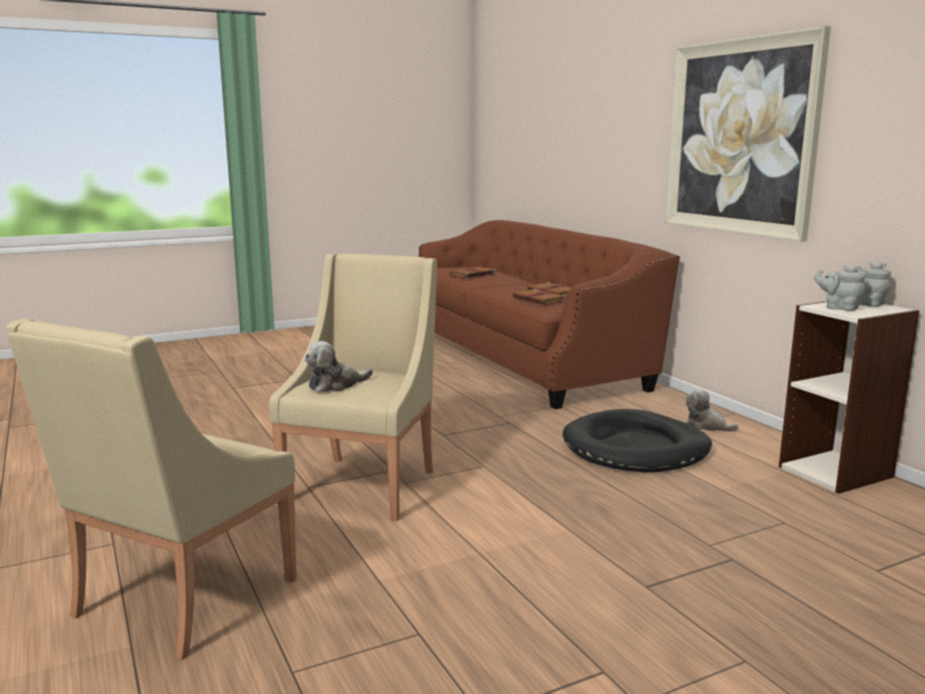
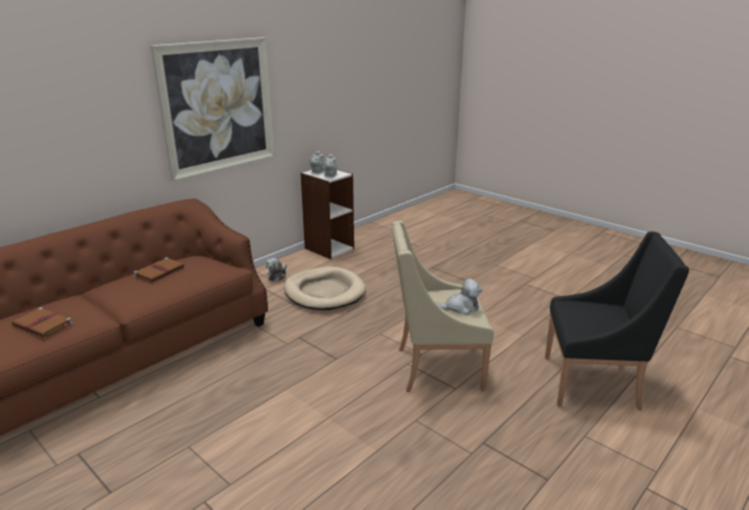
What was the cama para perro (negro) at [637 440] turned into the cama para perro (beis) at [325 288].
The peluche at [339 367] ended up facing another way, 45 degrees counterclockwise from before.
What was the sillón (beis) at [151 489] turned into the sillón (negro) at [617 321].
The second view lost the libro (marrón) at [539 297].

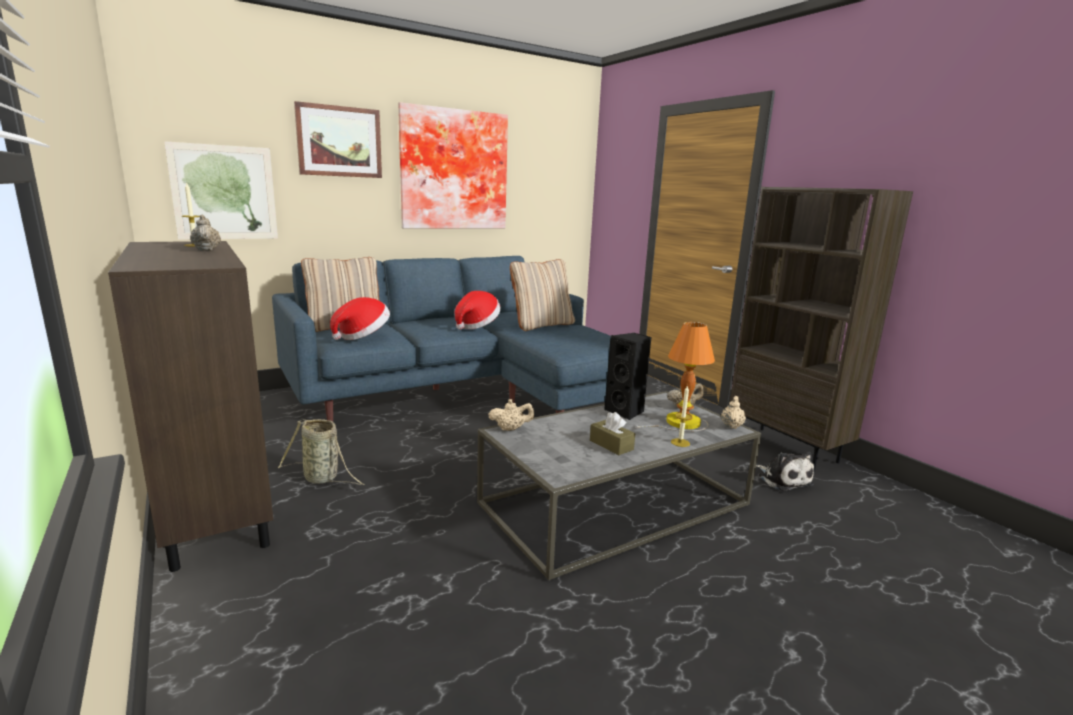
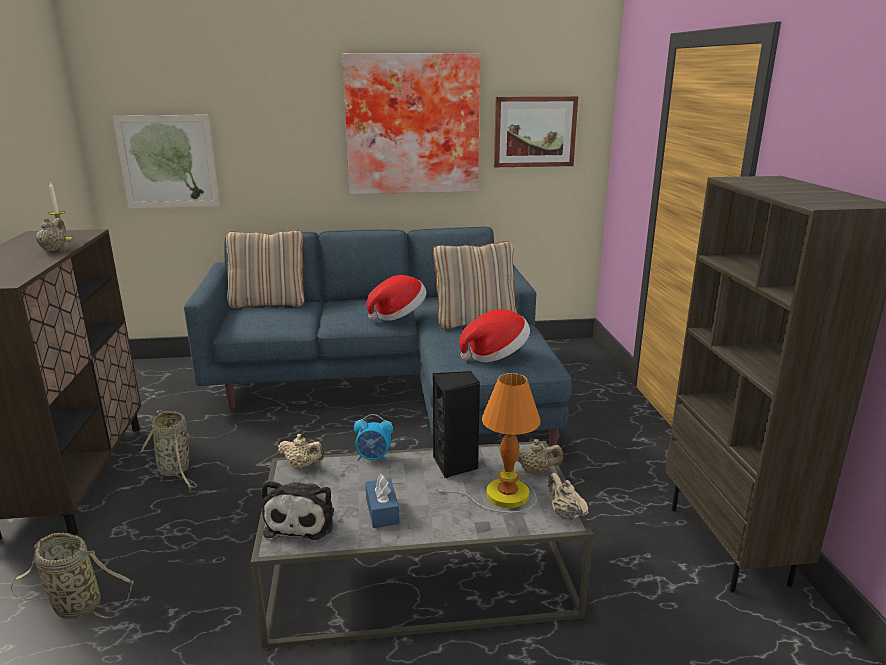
The second view gained the cesta at [72 576].
The peluche ended up elsewhere, having gone from [785 471] to [298 510].
The second view gained the despertador at [373 438].
What was the caja de pañuelos (marrón) at [612 433] turned into the caja de pañuelos (azul) at [382 501].
The sombrero ended up elsewhere, having gone from [360 318] to [494 335].
The cuadro ended up elsewhere, having gone from [338 139] to [536 131].
The tetera (beis) at [733 412] ended up facing another way, 75 degrees counterclockwise from before.
The second view lost the vela at [681 416].

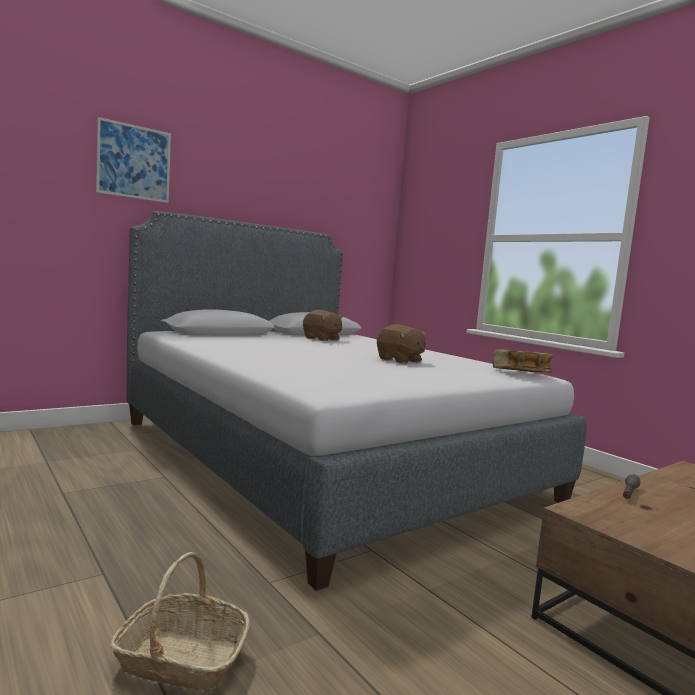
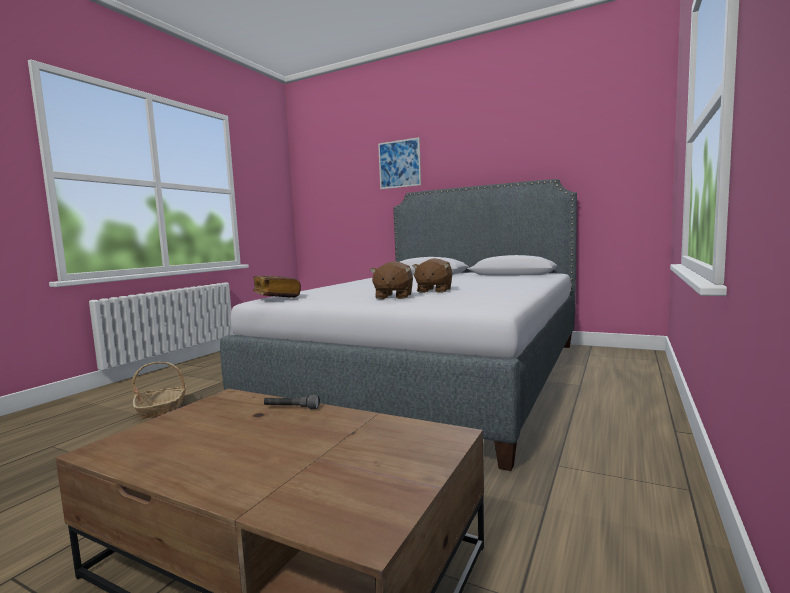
The libro ended up elsewhere, having gone from [523 360] to [277 287].
The peluche (marrón) ended up elsewhere, having gone from [323 325] to [391 280].

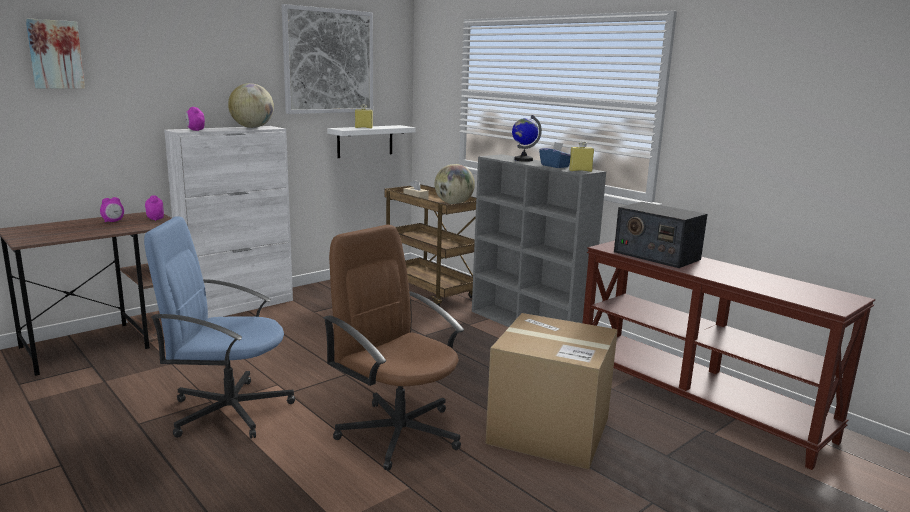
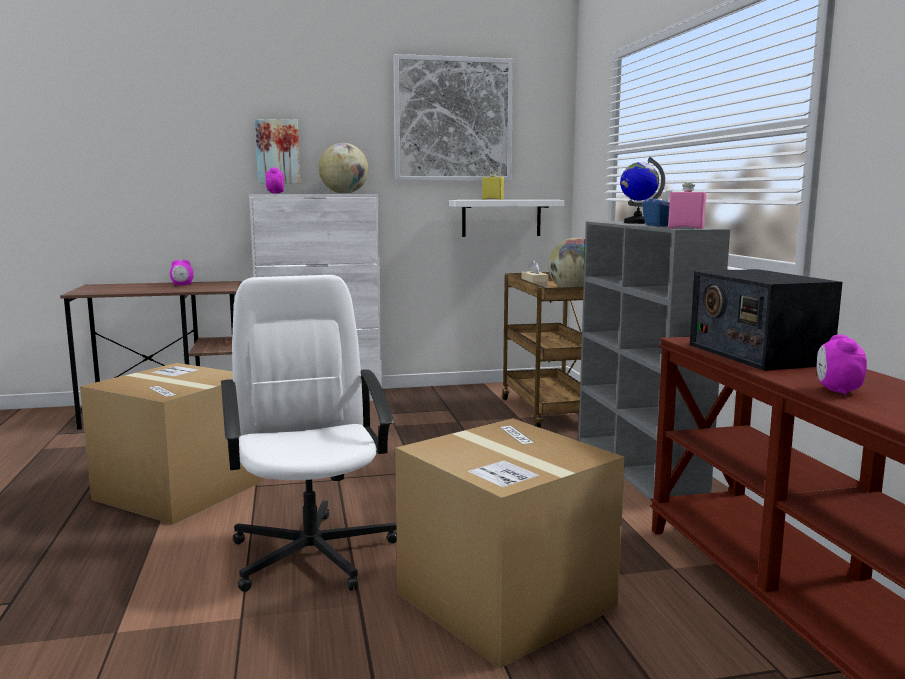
Where the silla de oficina (azul) stood at [219 327], the caja de cartón came to stand at [171 443].
What was the silla de oficina (marrón) at [393 348] turned into the silla de oficina (blanco) at [309 433].
The cuadro ended up elsewhere, having gone from [55 53] to [277 151].
What was the botella (amarillo) at [581 156] turned into the botella (rosa) at [687 205].
The despertador ended up elsewhere, having gone from [154 208] to [842 365].

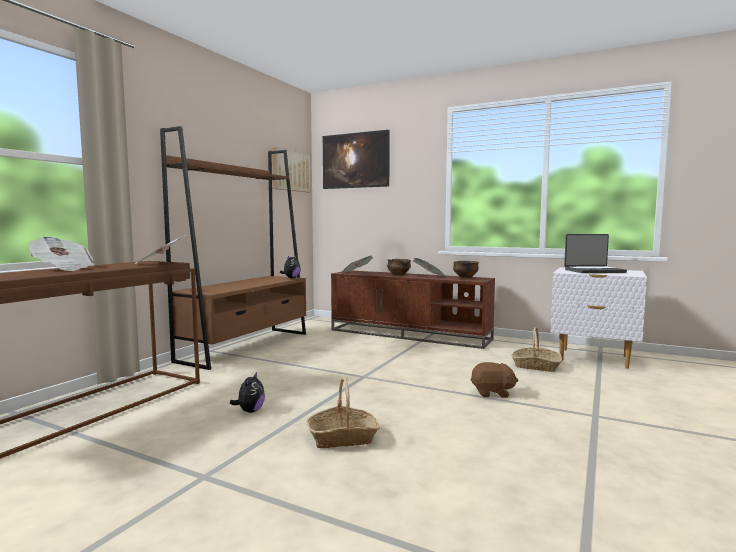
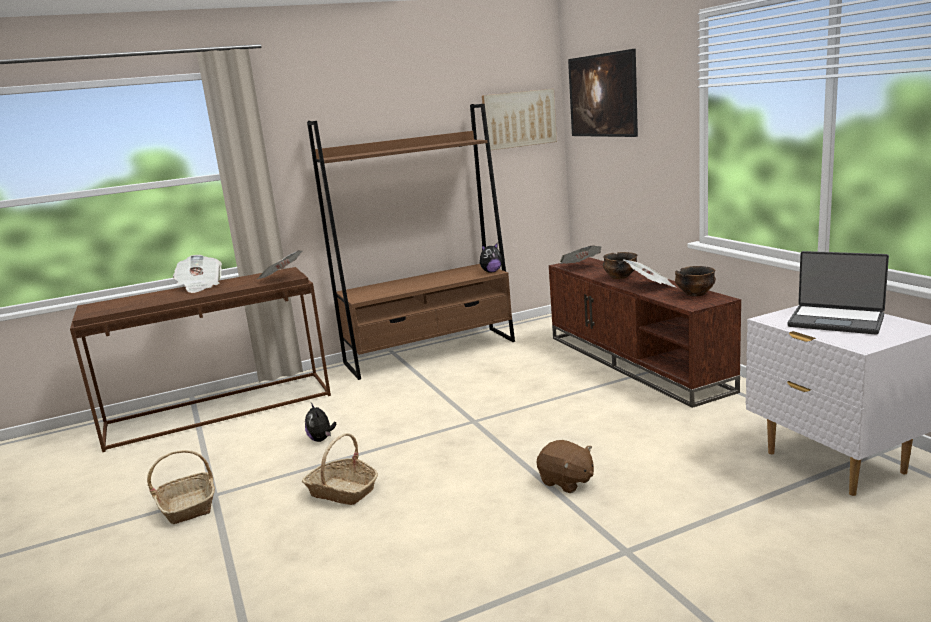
The cesta ended up elsewhere, having gone from [537 349] to [181 487].
The peluche at [247 392] ended up facing another way, 105 degrees clockwise from before.

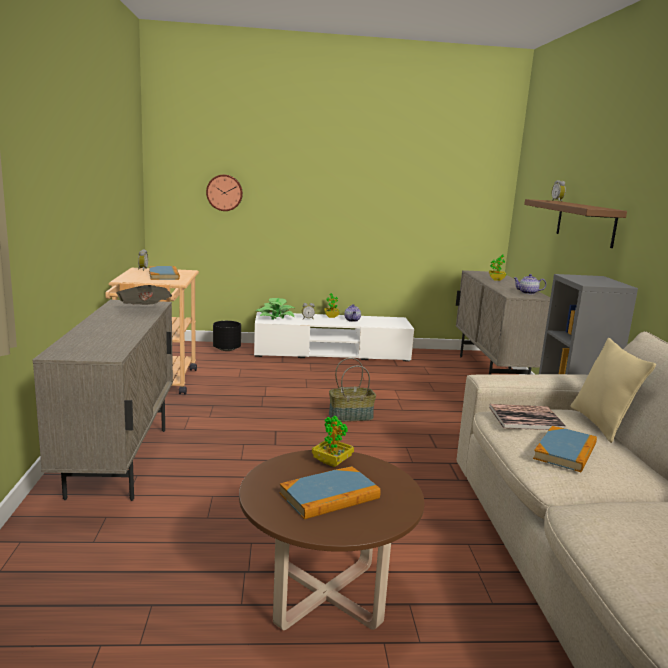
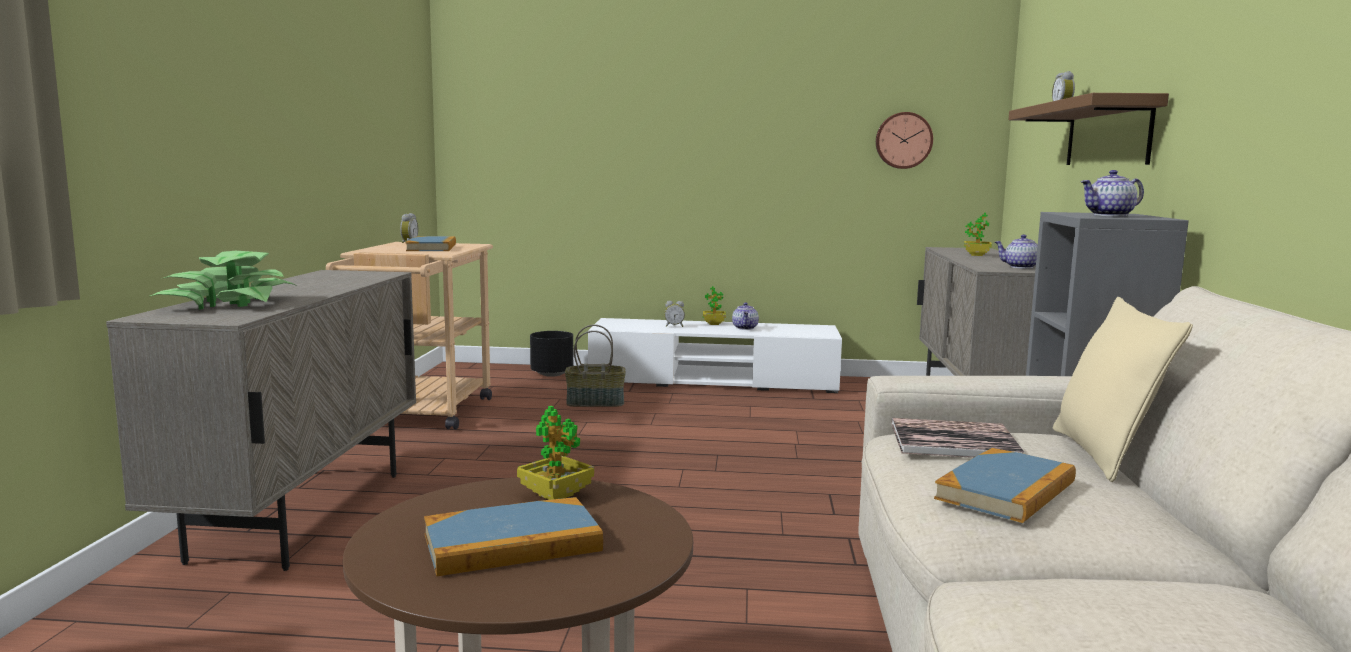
The planta en maceta ended up elsewhere, having gone from [275 309] to [224 280].
The cesta ended up elsewhere, having gone from [352 390] to [595 366].
The reloj de pared ended up elsewhere, having gone from [224 193] to [904 140].
The second view gained the tetera at [1112 193].
The second view lost the periódico at [144 295].

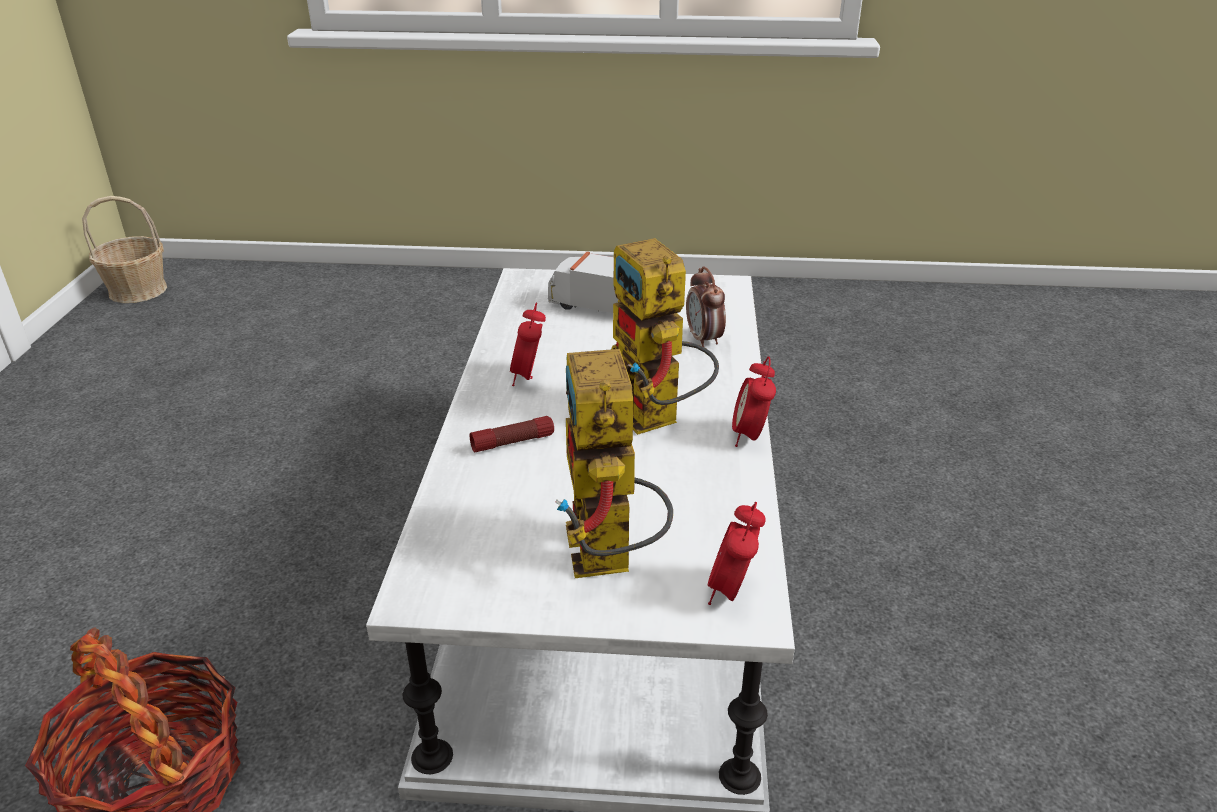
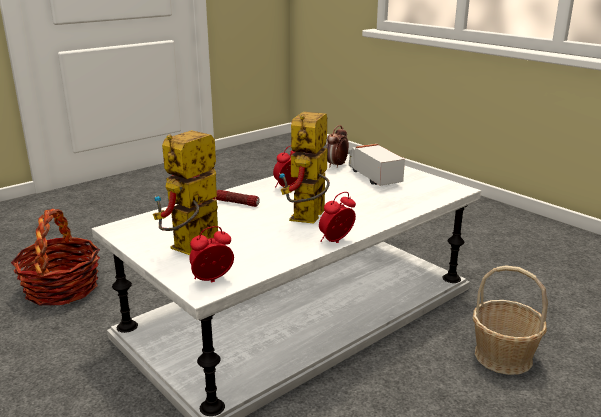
The despertador ended up elsewhere, having gone from [706 307] to [337 146].
The cesta ended up elsewhere, having gone from [124 249] to [510 320].

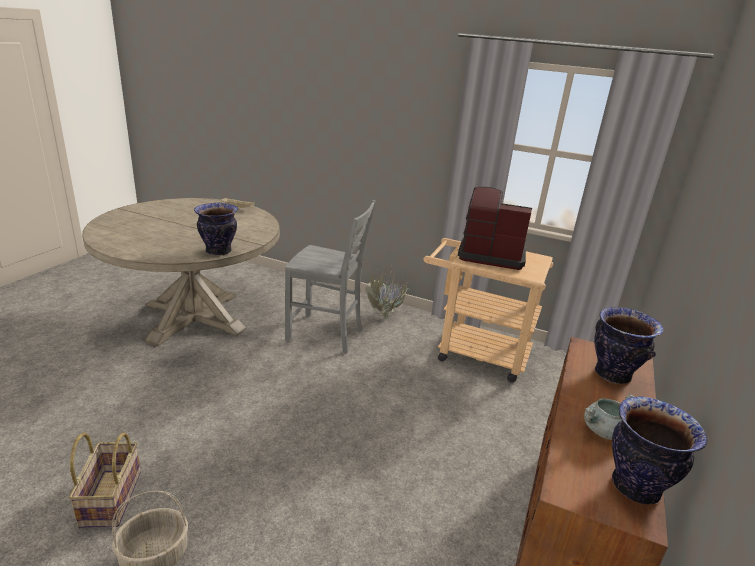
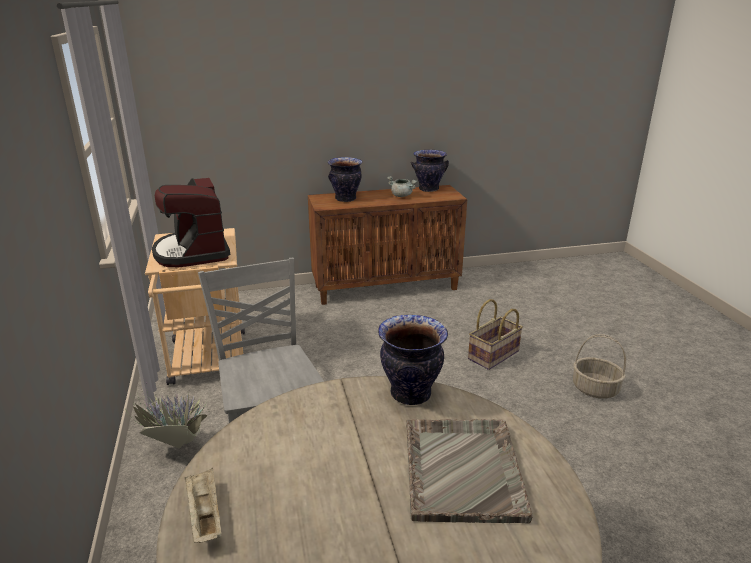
The second view gained the bandeja (gris) at [469 471].
The cesta ended up elsewhere, having gone from [105 480] to [495 334].

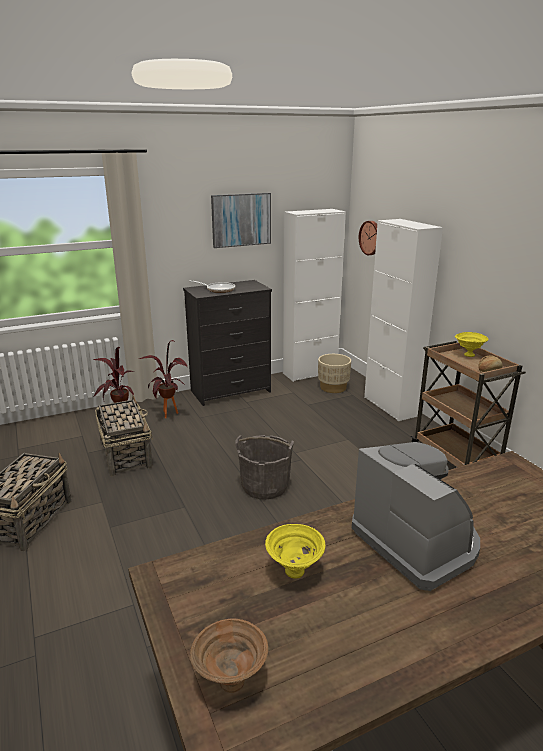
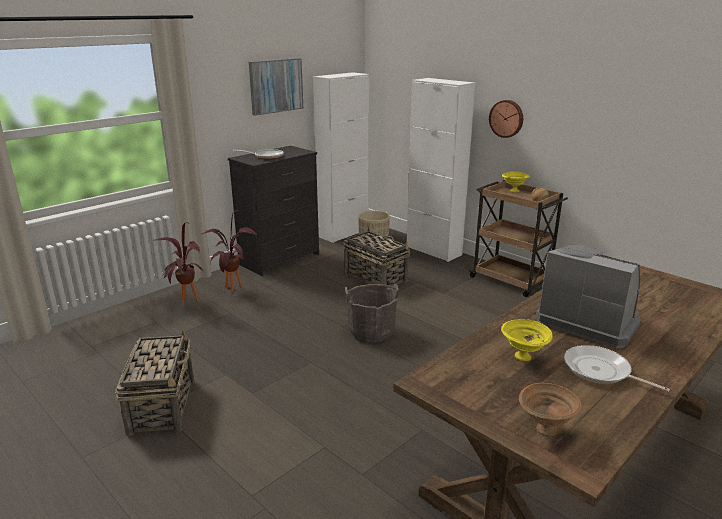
The cesta ended up elsewhere, having gone from [124 436] to [376 257].
The reloj de pared ended up elsewhere, having gone from [368 238] to [506 119].
The second view gained the sartén at [617 368].

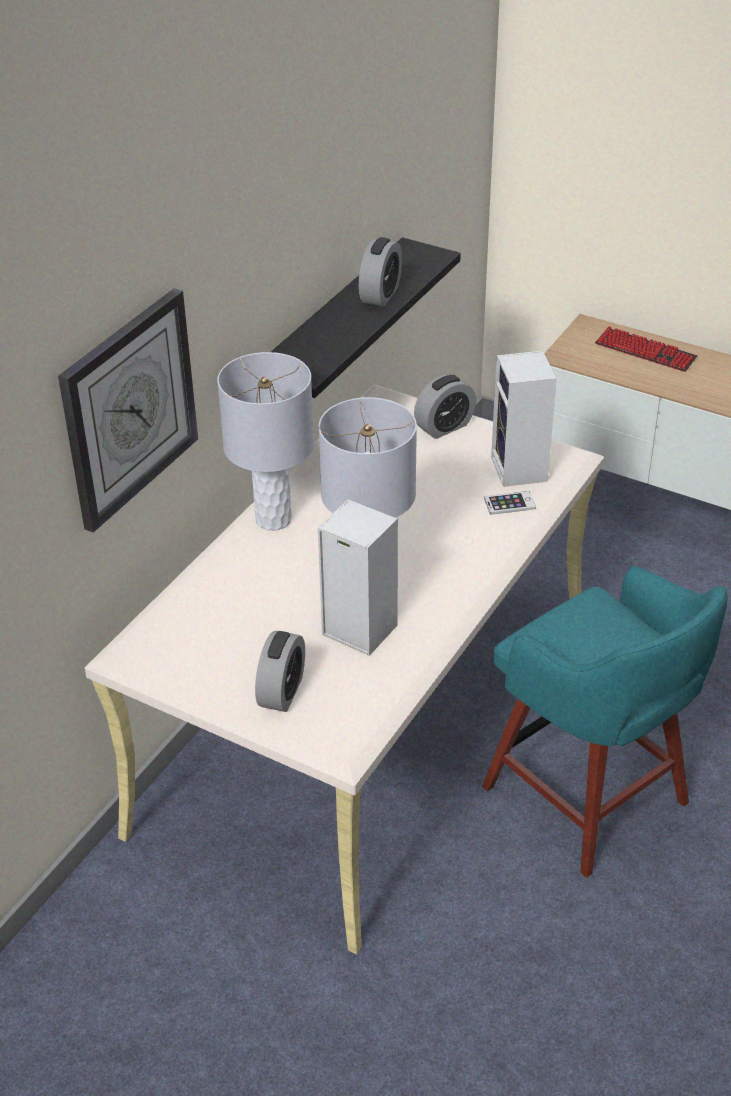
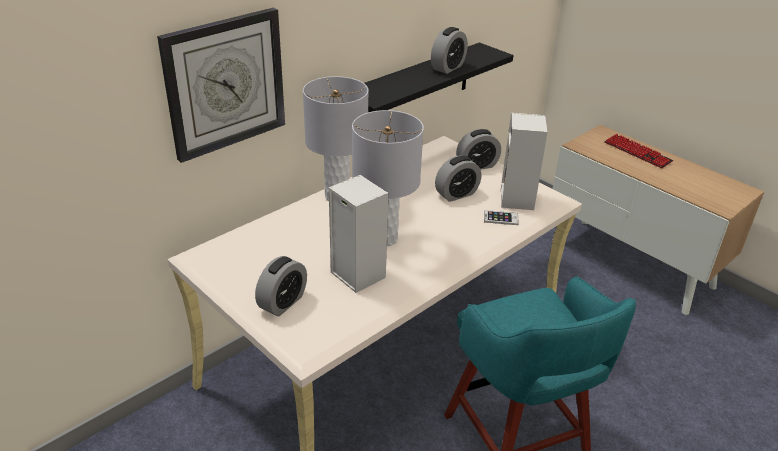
The second view gained the despertador at [458 178].

